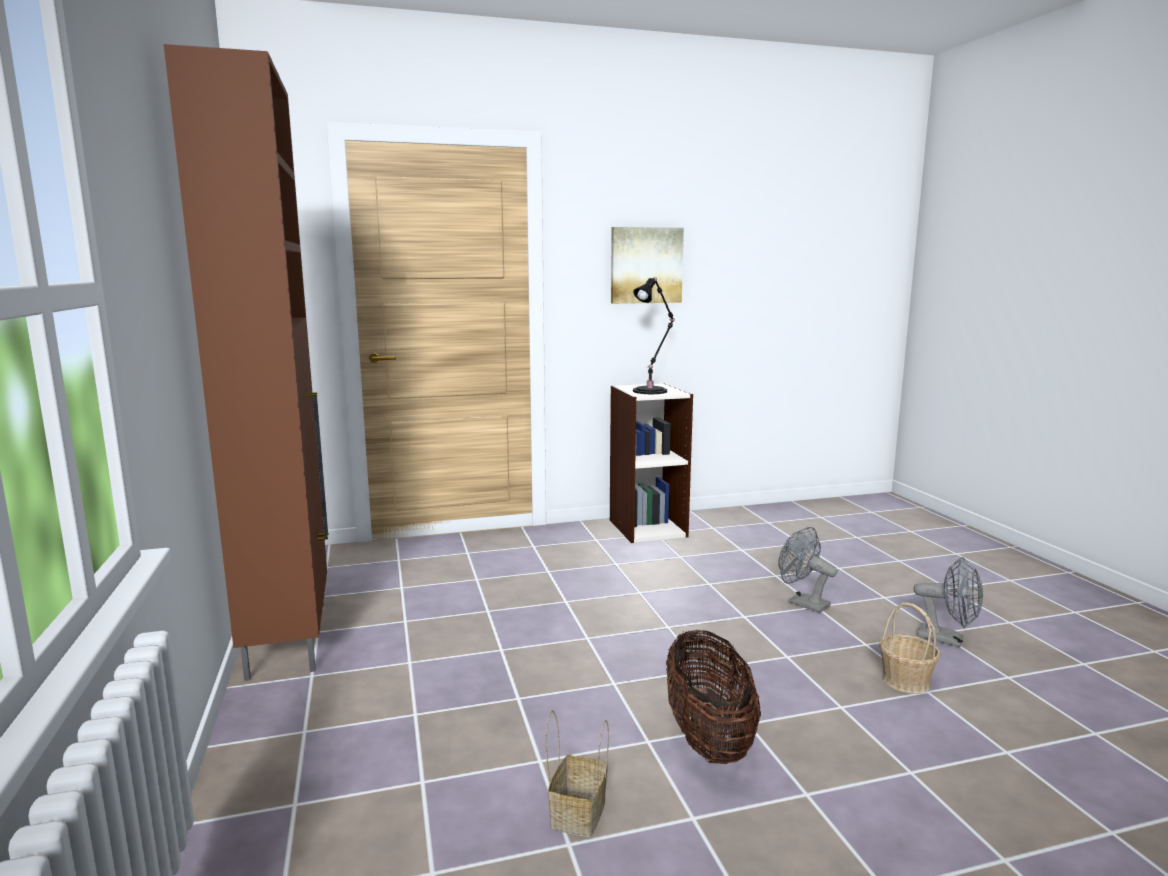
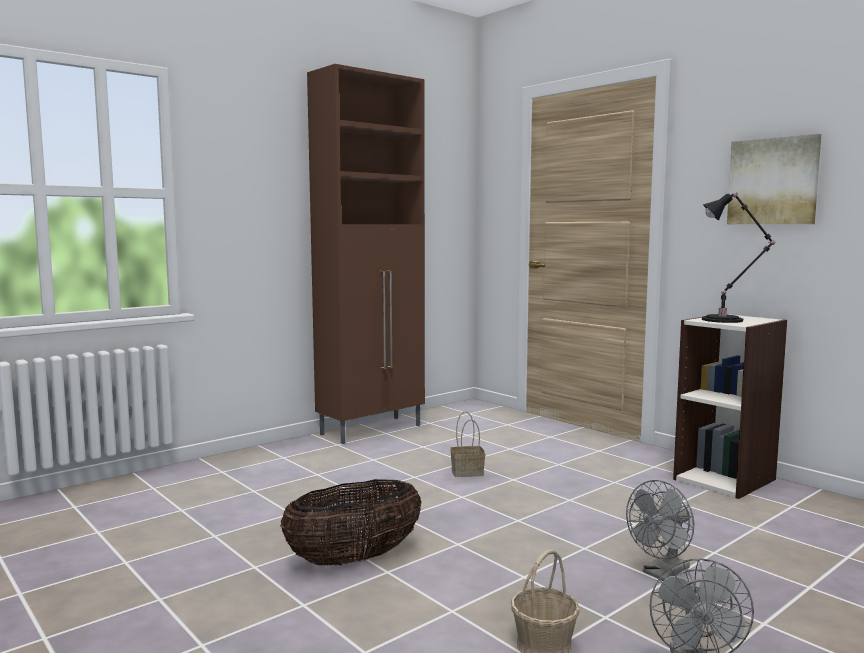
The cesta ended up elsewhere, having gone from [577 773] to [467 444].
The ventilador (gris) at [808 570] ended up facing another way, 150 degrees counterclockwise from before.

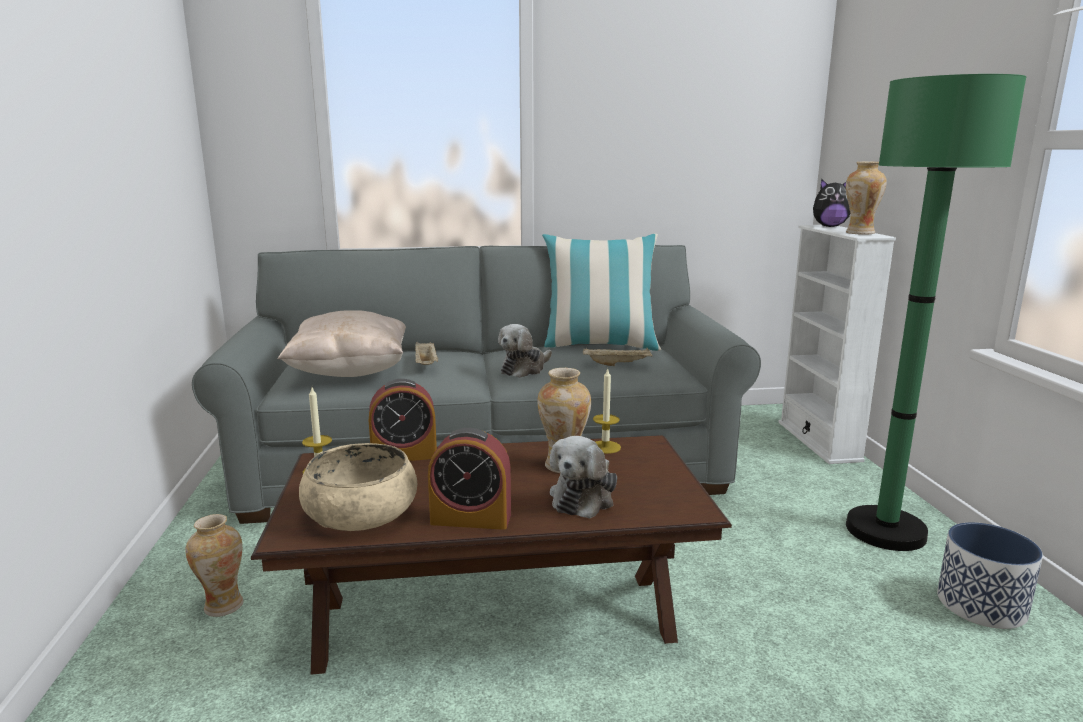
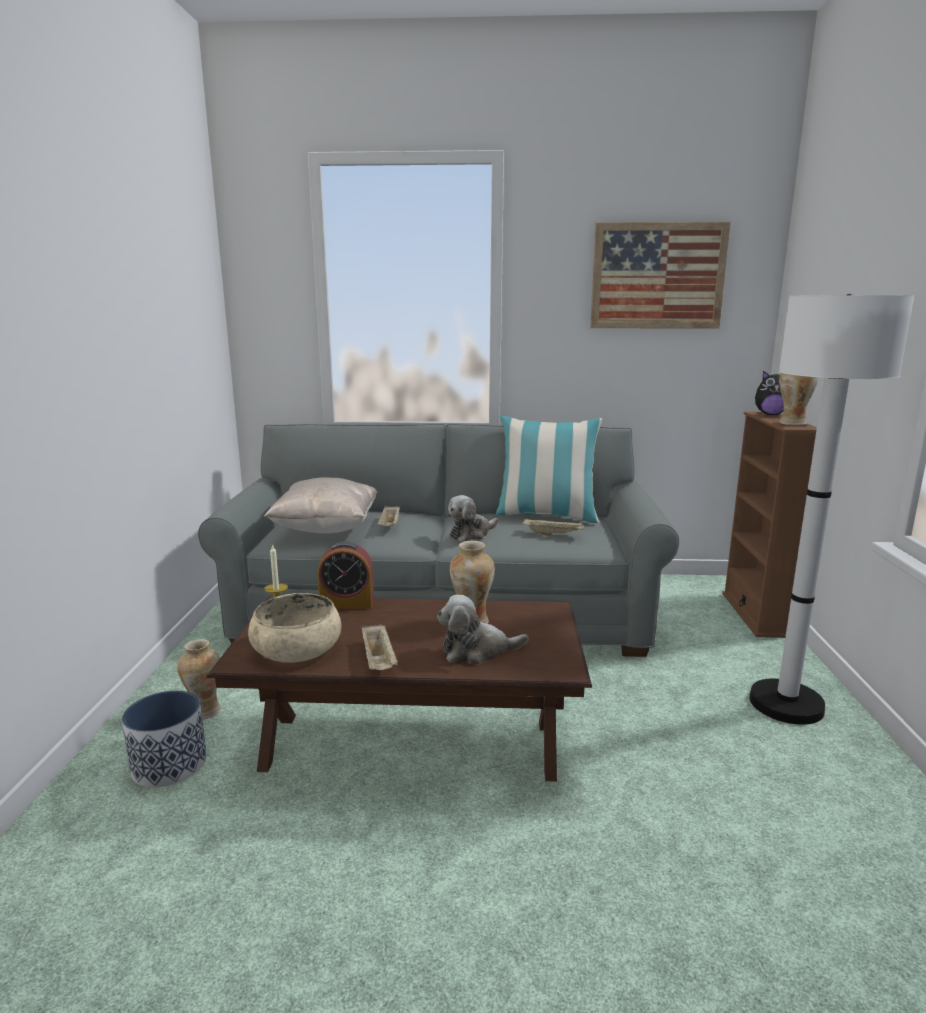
The maceta ended up elsewhere, having gone from [990 575] to [164 739].
Where the despertador stood at [469 479], the bandeja (beis) came to stand at [380 647].
The peluche at [583 477] ended up facing another way, 45 degrees clockwise from before.
The second view gained the cuadro at [660 275].
What was the estantería (blanco) at [837 344] turned into the estantería (marrón) at [769 525].
What was the lámpara de pie (verde) at [936 312] turned into the lámpara de pie (blanco) at [831 509].
The second view lost the vela at [607 411].

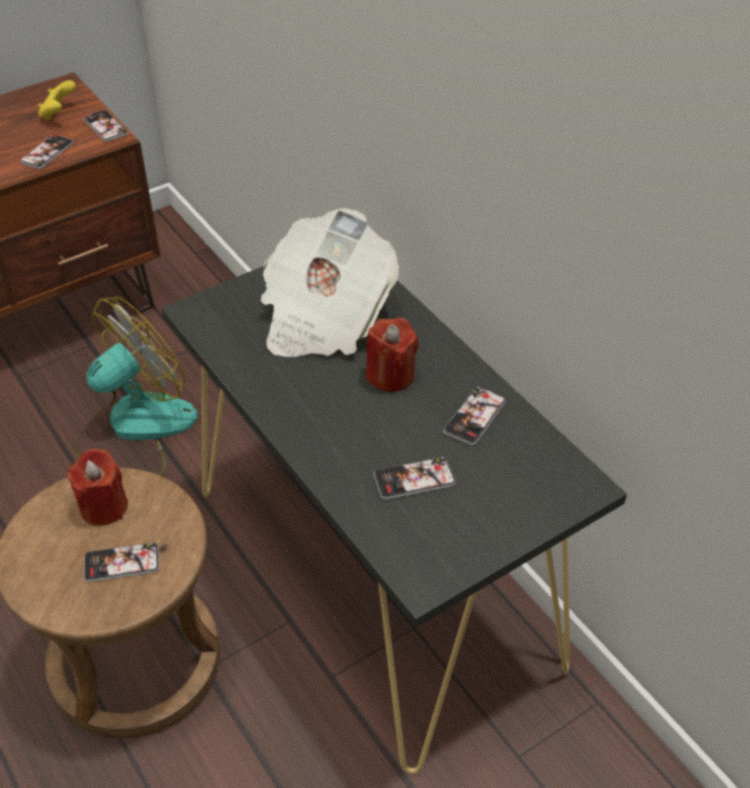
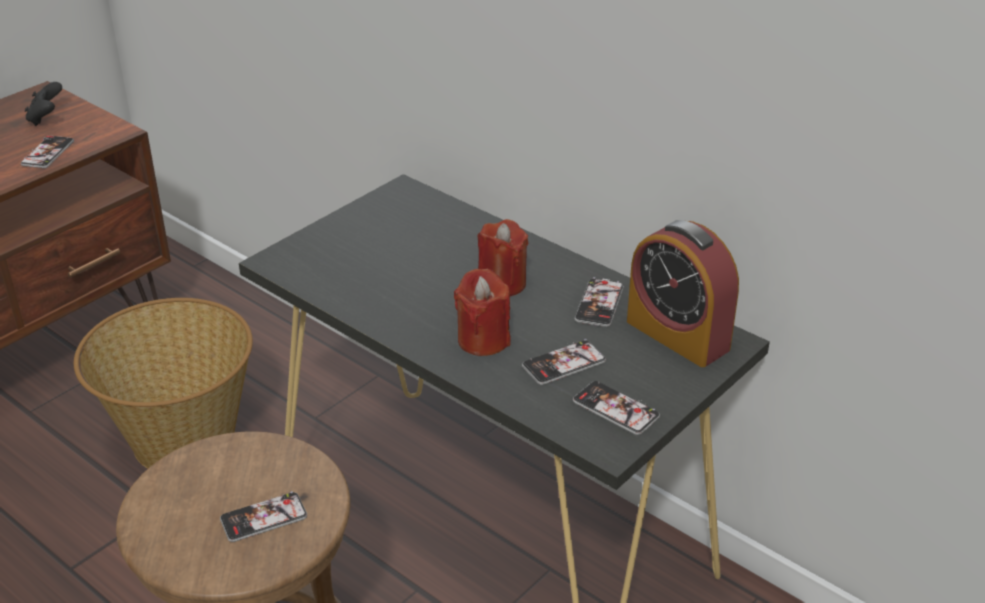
What was the mando de consola (amarillo) at [56 100] turned into the mando de consola (negro) at [43 104].
Where the ventilador stood at [135 386], the cesta came to stand at [163 383].
The vela (rojo) ended up elsewhere, having gone from [97 487] to [482 312].
The móvil ended up elsewhere, having gone from [105 126] to [616 408].
The second view gained the despertador at [683 293].
The second view lost the periódico at [329 282].

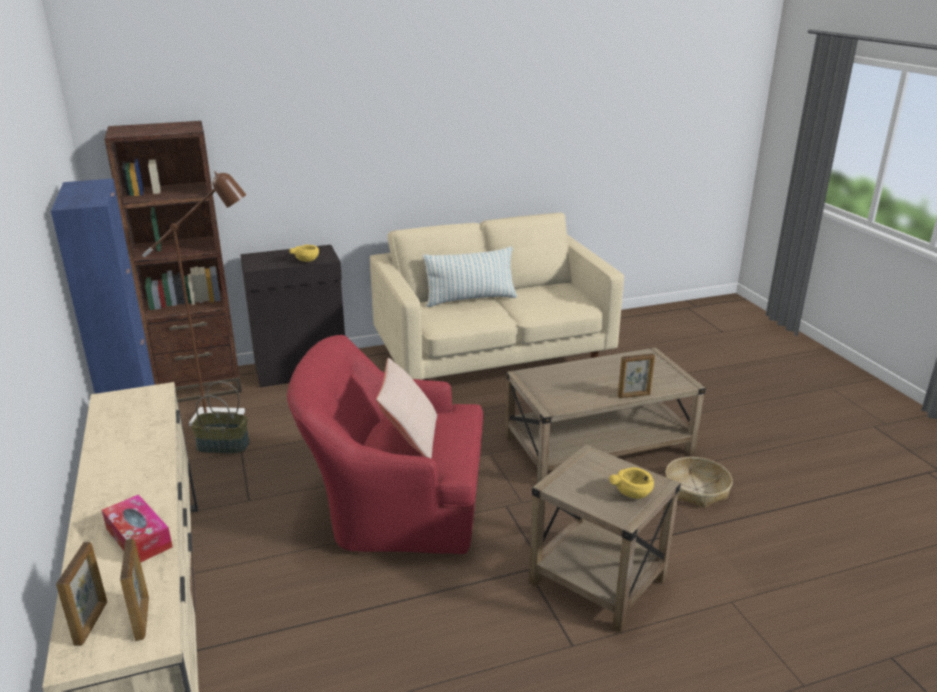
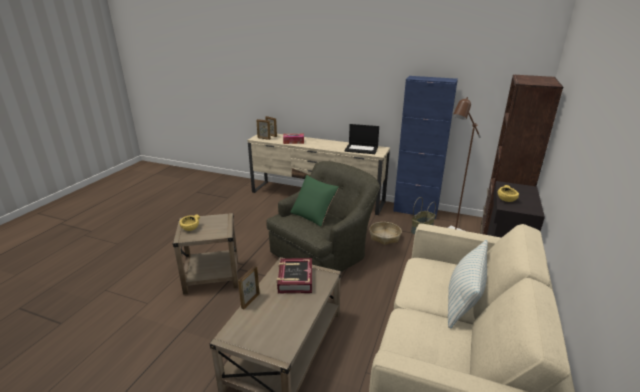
What was the sillón (rojo) at [385 444] turned into the sillón (verde) at [323 216].
The second view gained the libro at [294 275].
What was the cojín (beis) at [406 408] turned into the cojín (verde) at [314 201].
The second view gained the portátil at [362 139].
The cesta ended up elsewhere, having gone from [699 482] to [385 233].

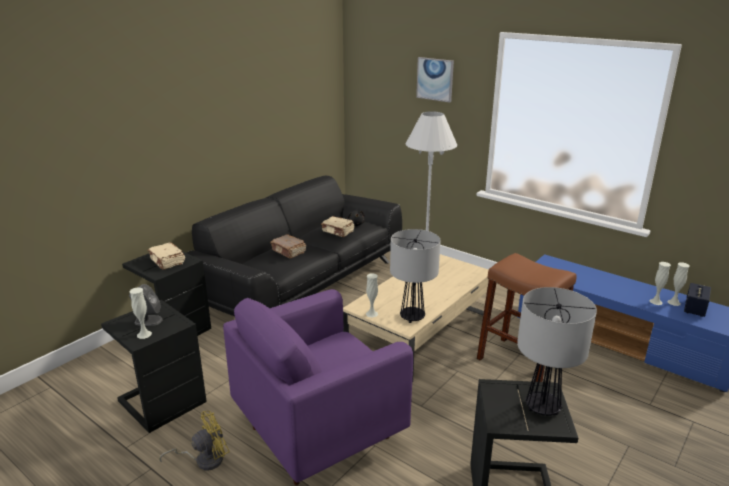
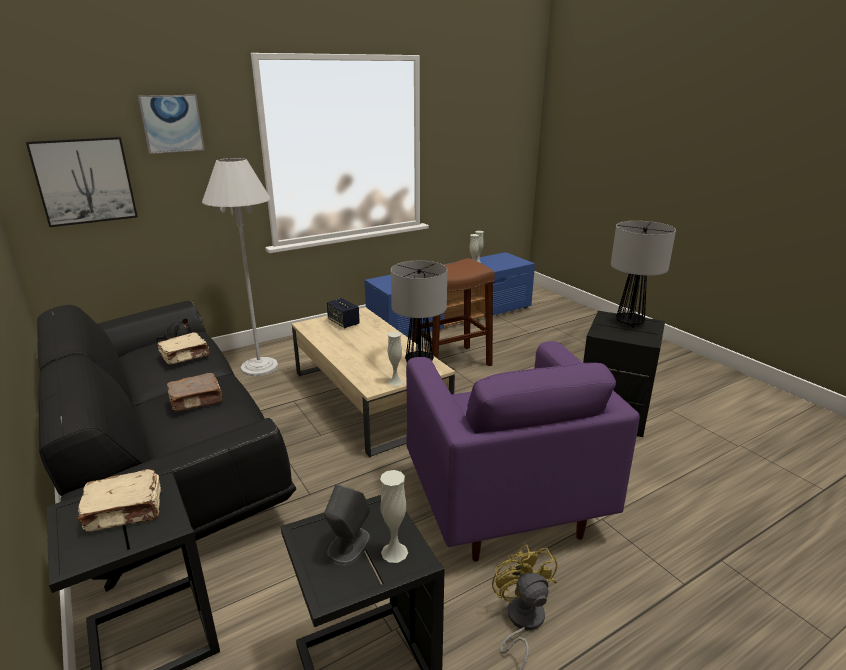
The second view gained the cuadro at [82 182].
The altavoz ended up elsewhere, having gone from [697 300] to [343 313].

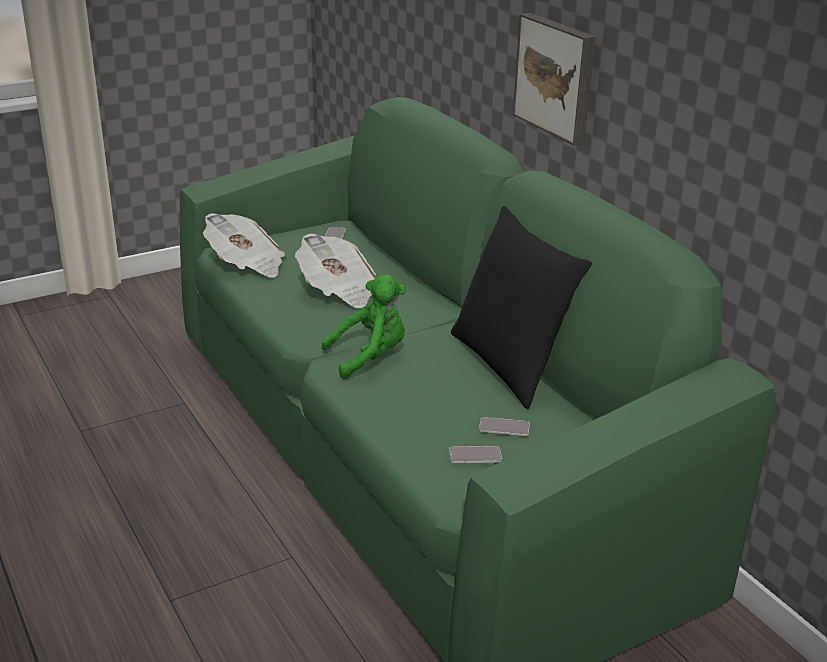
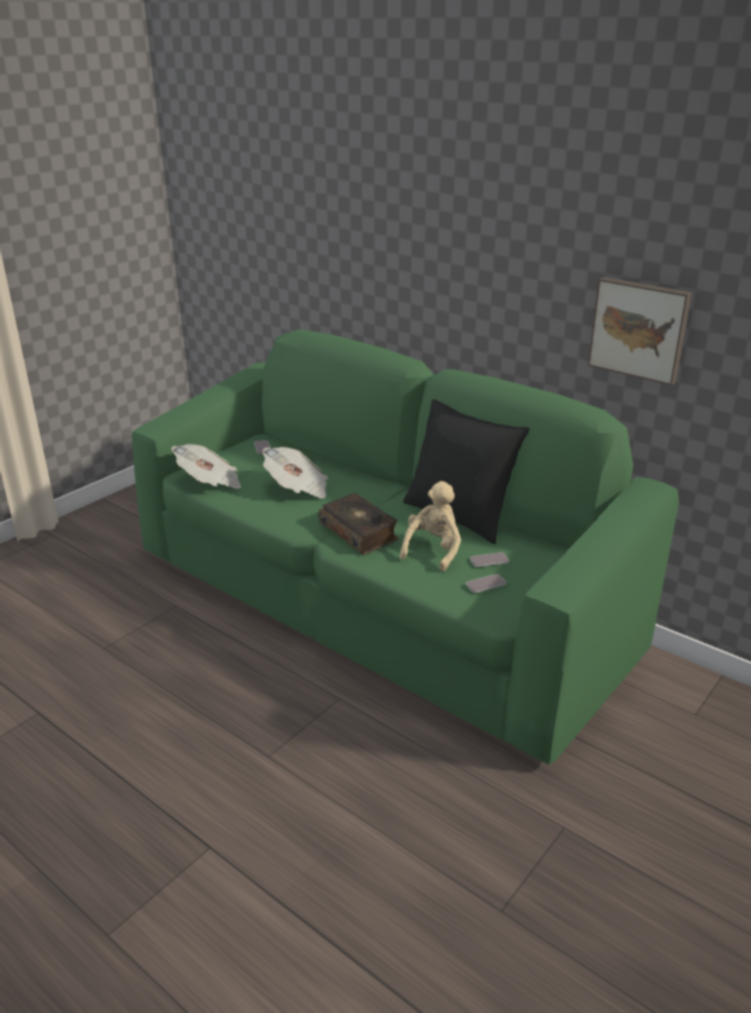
Where the peluche (verde) stood at [364 327], the libro came to stand at [358 524].
The second view gained the peluche (beis) at [430 526].
The cuadro ended up elsewhere, having gone from [554 79] to [640 331].

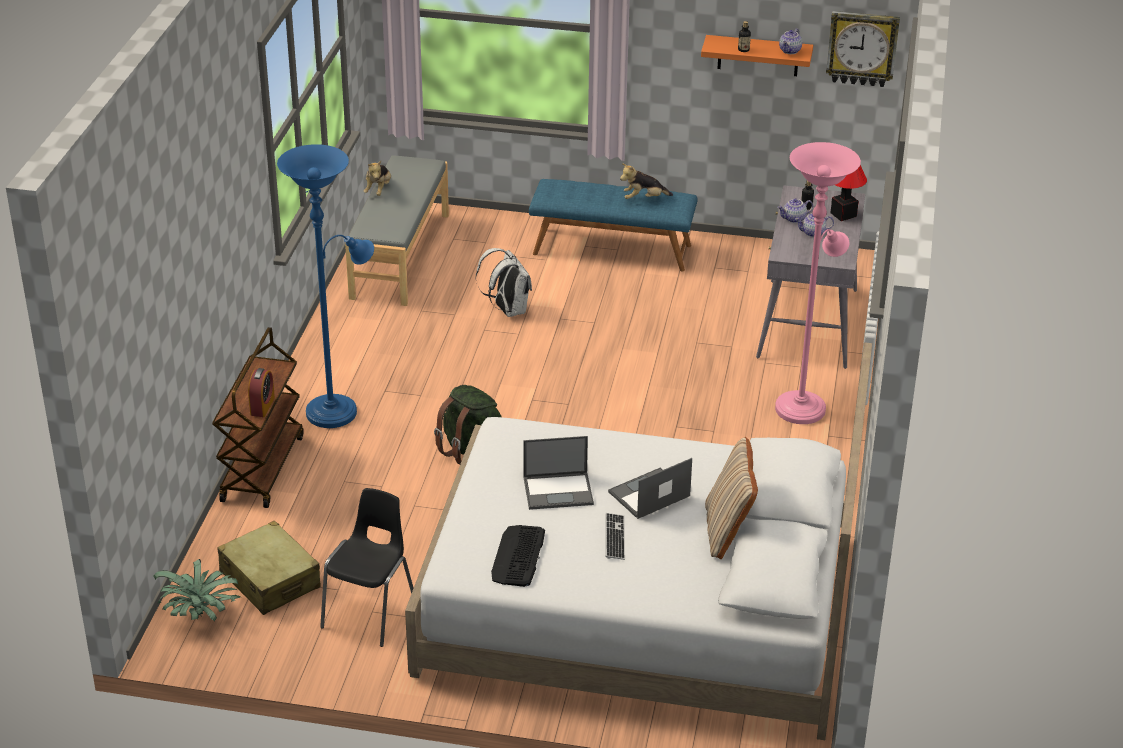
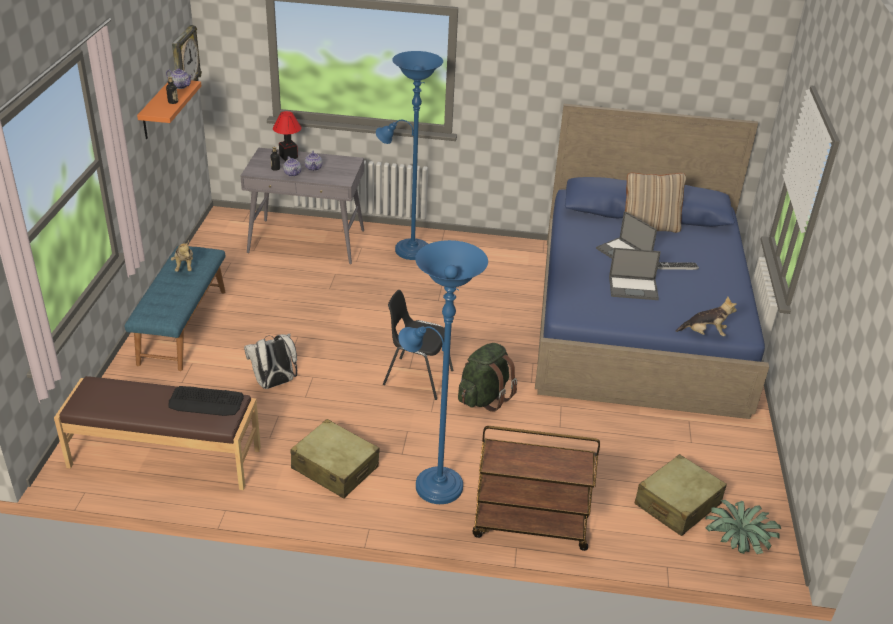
What was the banco (gris) at [397 230] turned into the banco (marrón) at [157 433].
The teclado ended up elsewhere, having gone from [518 556] to [206 401].
The second view gained the maleta (beis) at [335 459].
What was the lámpara de pie (rosa) at [818 283] turned into the lámpara de pie (azul) at [409 155].
The silla (negro) ended up elsewhere, having gone from [366 567] to [418 345].
What was the cama (blanco) at [638 541] turned into the cama (azul) at [652 261].
The portátil at [558 473] ended up facing another way, 105 degrees clockwise from before.
The peluche ended up elsewhere, having gone from [377 178] to [706 316].
The second view lost the despertador at [261 392].

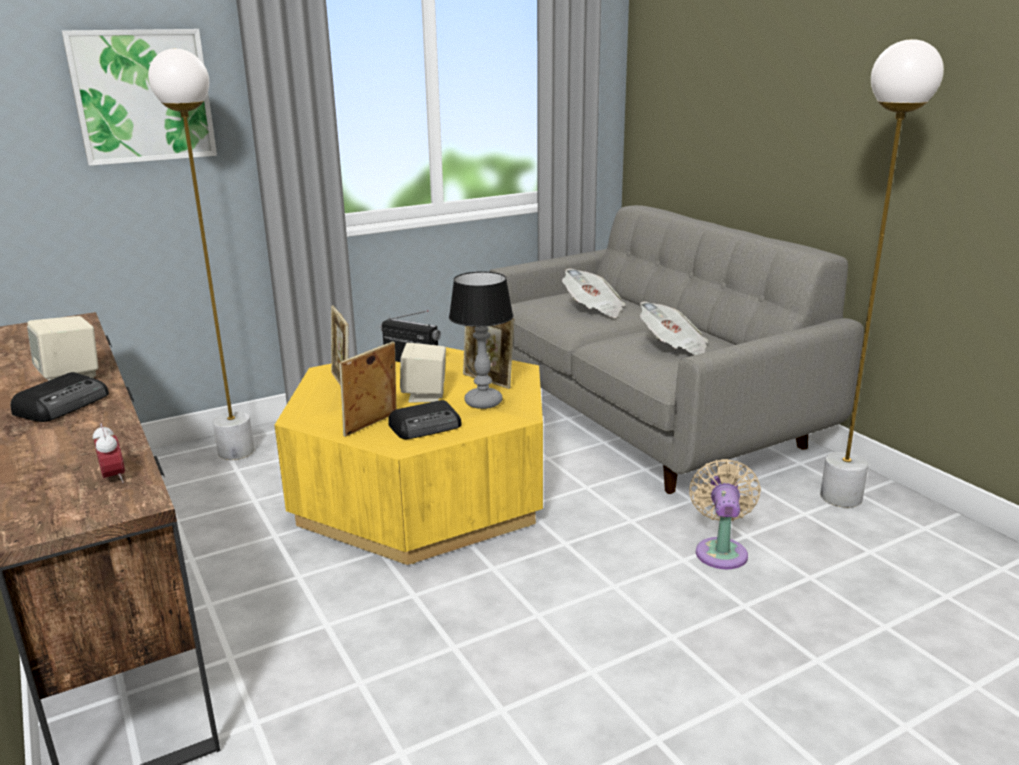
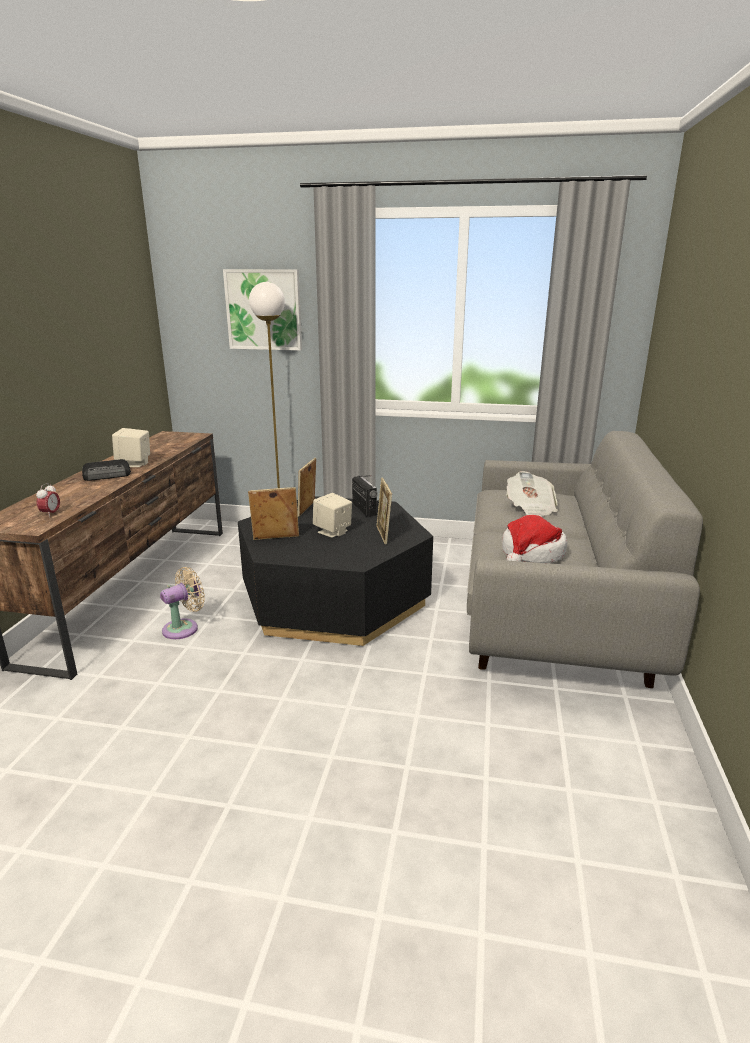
The ventilador (beis) ended up elsewhere, having gone from [725 514] to [182 603].
What was the mesa de centro (amarillo) at [408 456] turned into the mesa de centro (negro) at [335 571].
Where the periódico stood at [674 328], the sombrero came to stand at [534 539].
The second view lost the radio at [425 419].
The second view lost the lámpara de mesa at [481 340].
The second view lost the lámpara de pie (blanco) at [882 273].

